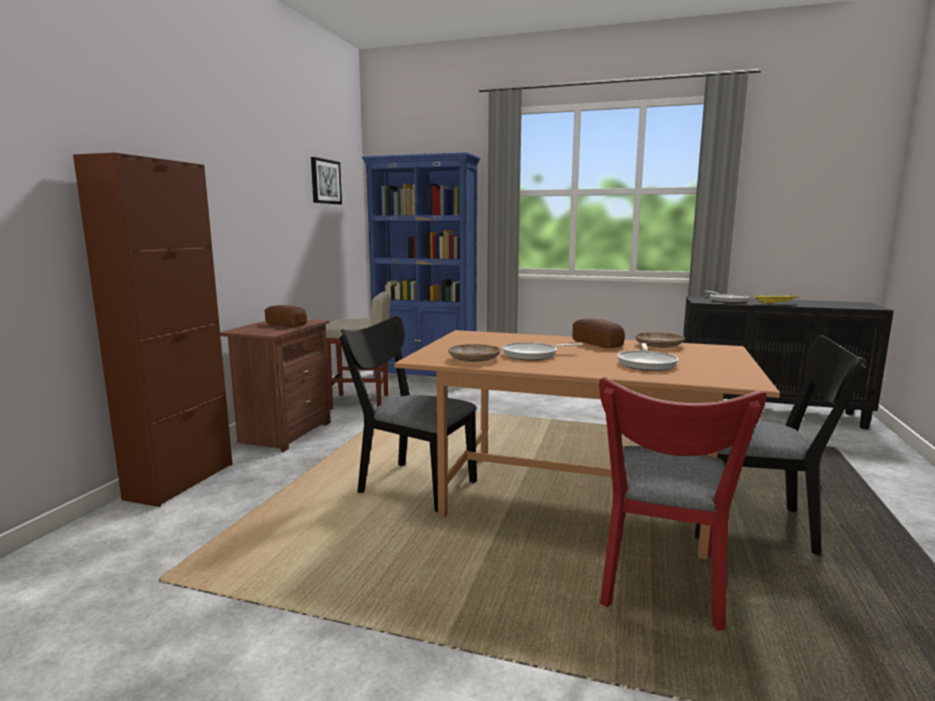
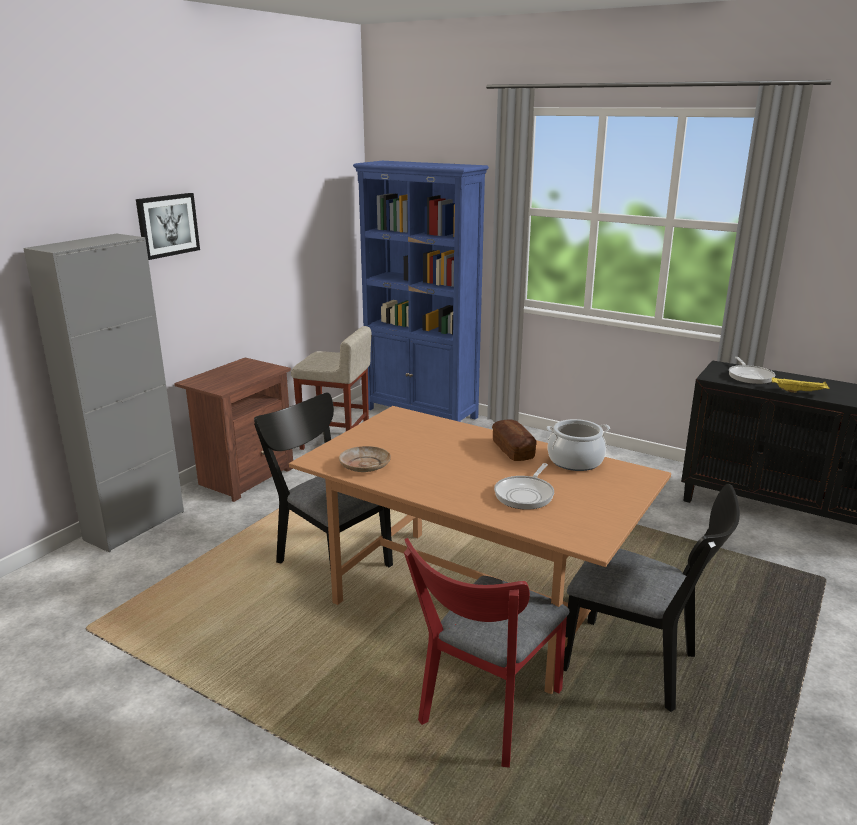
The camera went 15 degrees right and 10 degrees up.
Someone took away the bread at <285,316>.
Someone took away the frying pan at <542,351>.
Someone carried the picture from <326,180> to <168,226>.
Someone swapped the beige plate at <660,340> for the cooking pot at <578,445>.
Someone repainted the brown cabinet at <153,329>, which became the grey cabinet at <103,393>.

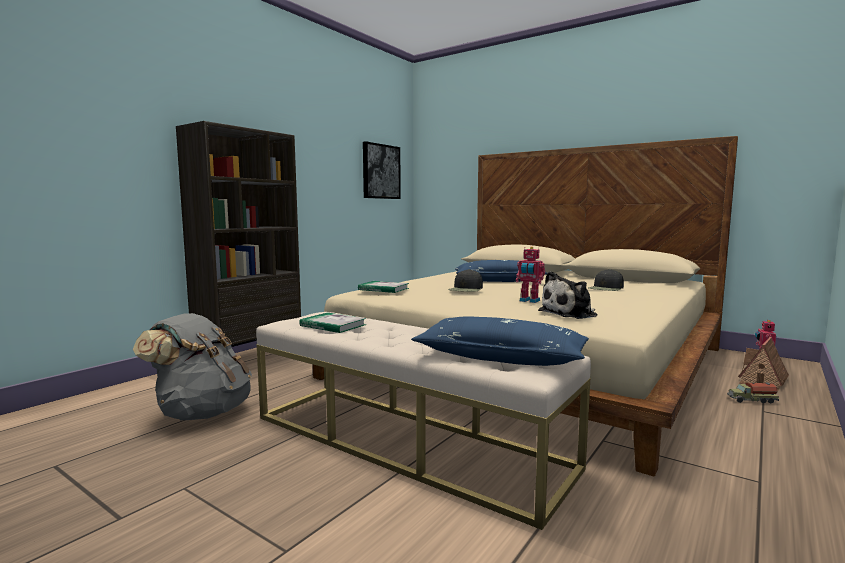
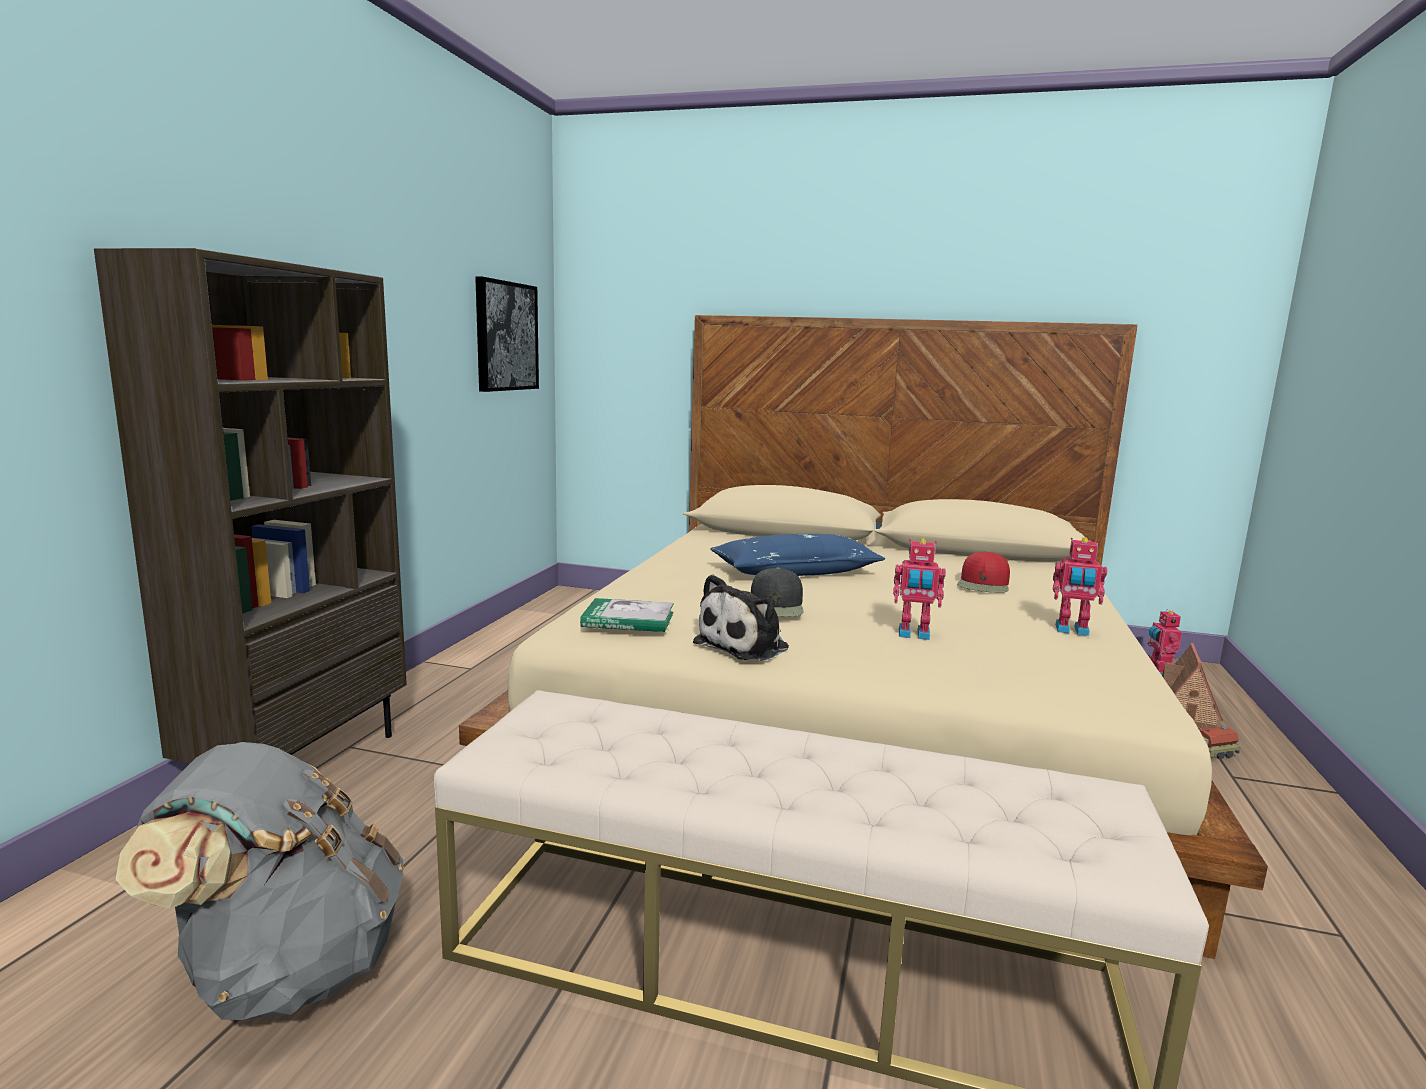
The camera went 20 degrees left and 5 degrees up.
Someone took away the book at <332,323>.
Someone took away the blue pillow at <500,341>.
Someone put down the toy robot at <1080,586>.
Someone carried the plush toy from <568,295> to <741,617>.
Someone repainted the black cap at <606,280>, which became the red cap at <983,572>.

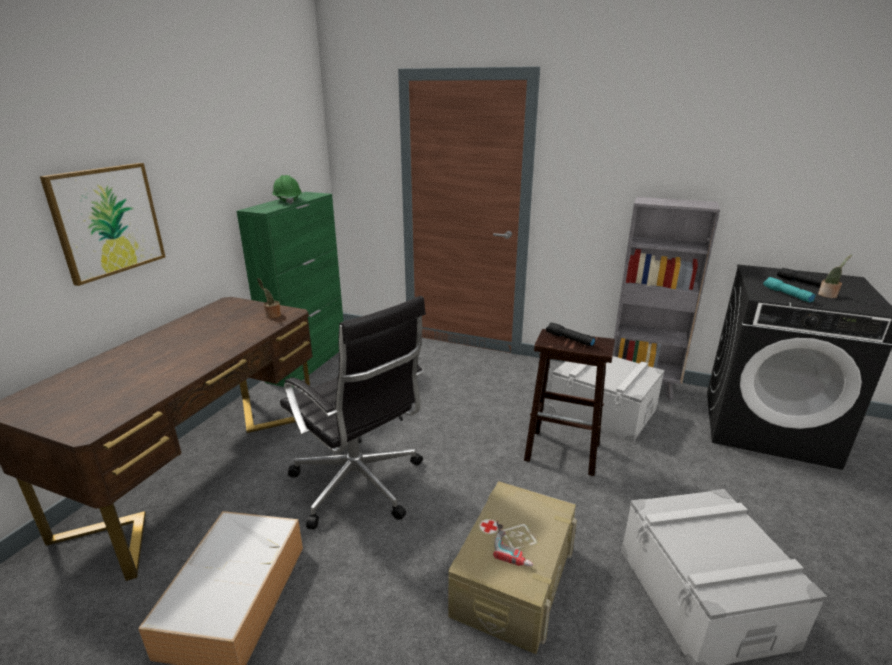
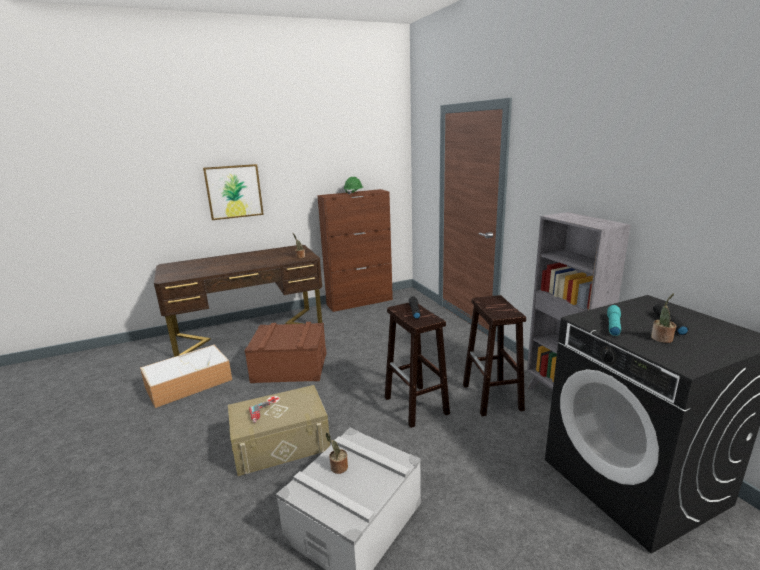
The camera went 45 degrees right and 5 degrees down.
Someone put down the potted plant at <337,453>.
Someone swapped the black office chair at <353,412> for the brown storage box at <285,352>.
Someone swapped the grey storage box at <607,399> for the brown stool at <494,355>.
Someone repainted the green cabinet at <290,290>, which became the brown cabinet at <355,250>.

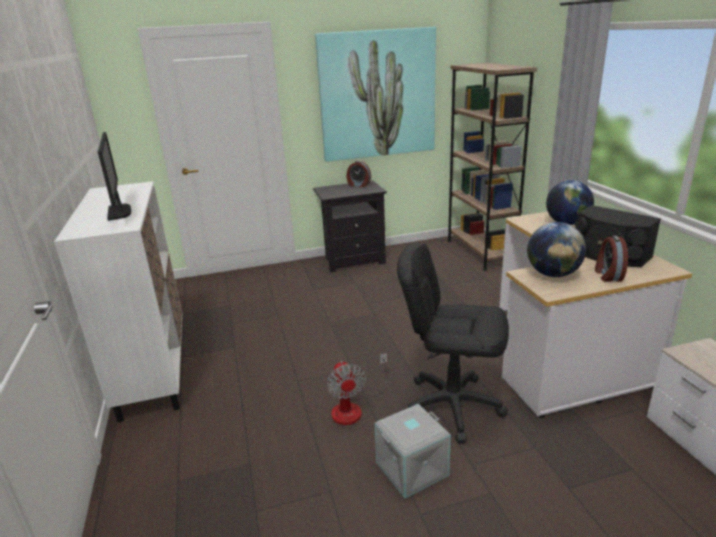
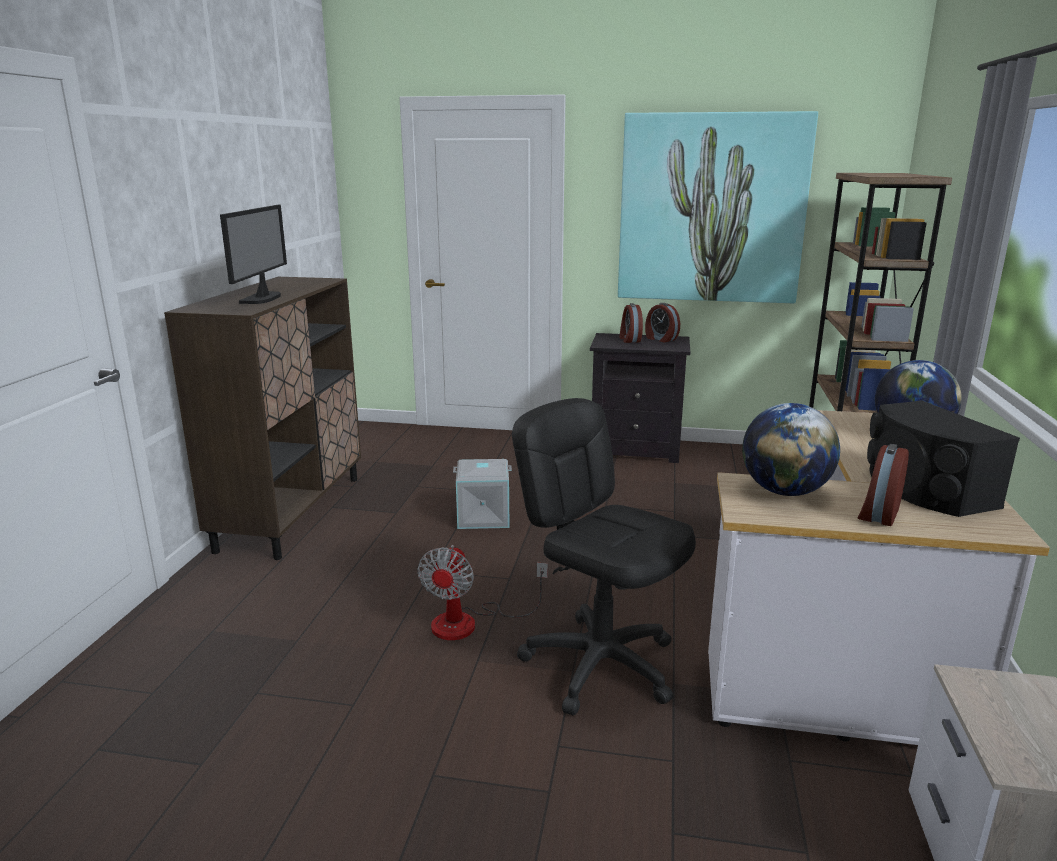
The camera went 25 degrees right and 5 degrees down.
Someone put down the alarm clock at <631,323>.
Someone carried the grey storage box from <413,451> to <482,494>.
Someone repainted the white cabinet at <118,301>, which became the brown cabinet at <262,418>.

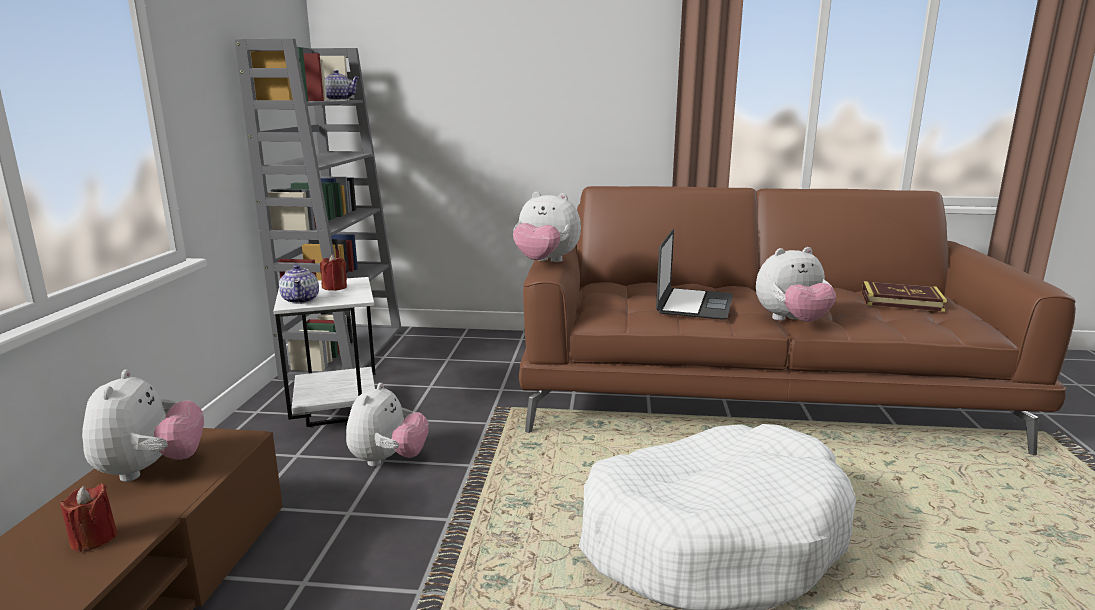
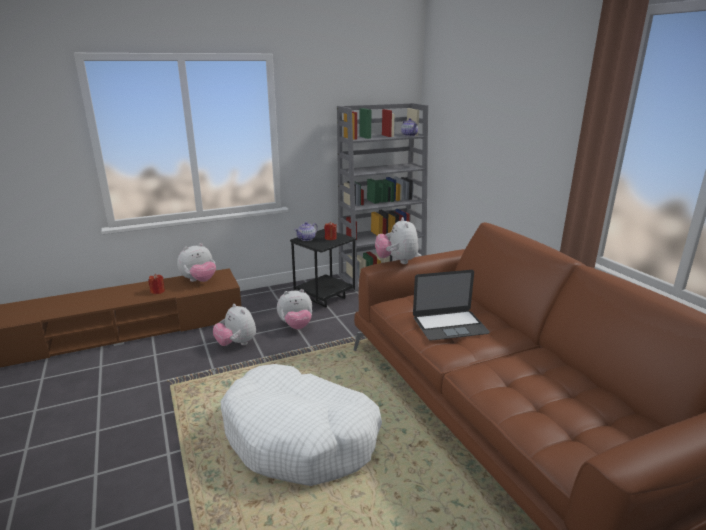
The camera went 60 degrees right and 5 degrees up.
Someone took away the book at <904,296>.
Someone carried the plush toy from <796,284> to <234,325>.
Someone repainted the white side table at <325,352>, which became the black side table at <323,268>.

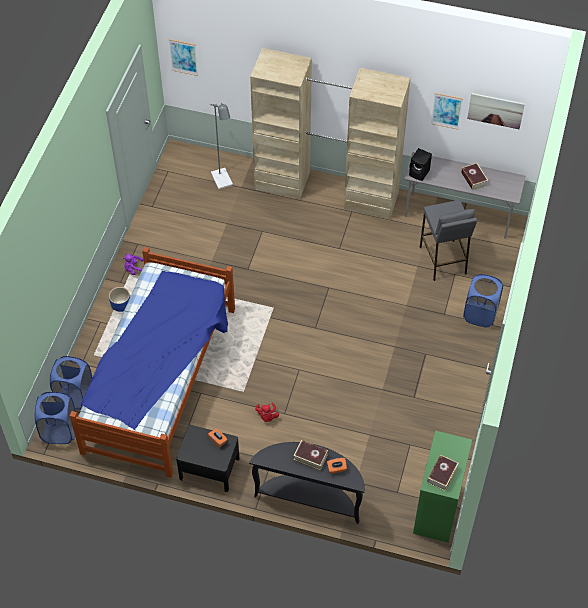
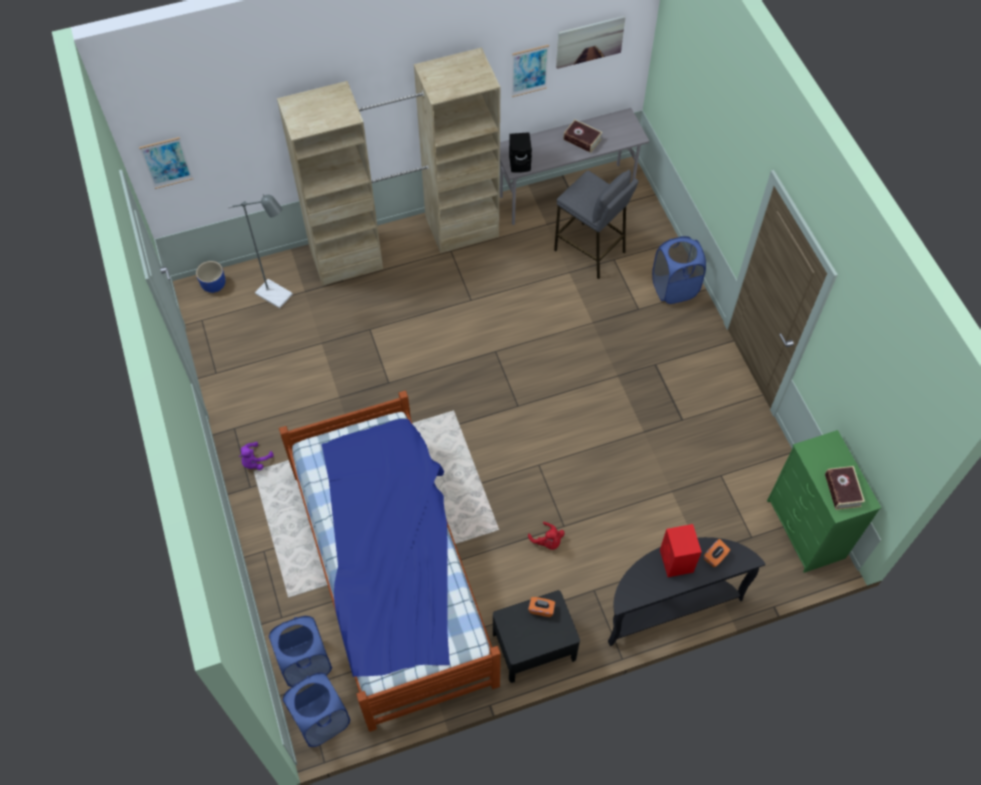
The camera went 35 degrees left and 5 degrees up.
Someone carried the blue planter from <119,299> to <211,277>.
Someone swapped the book at <311,455> for the red speaker at <681,550>.

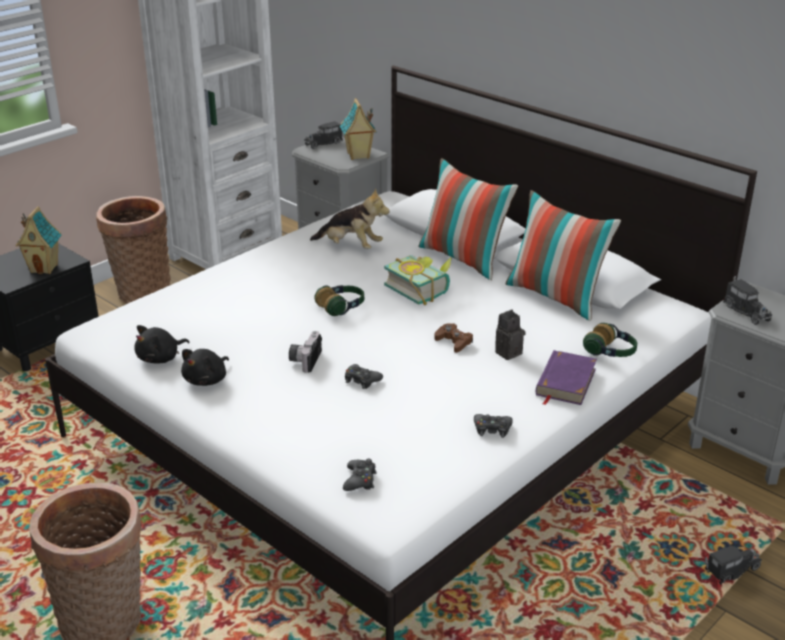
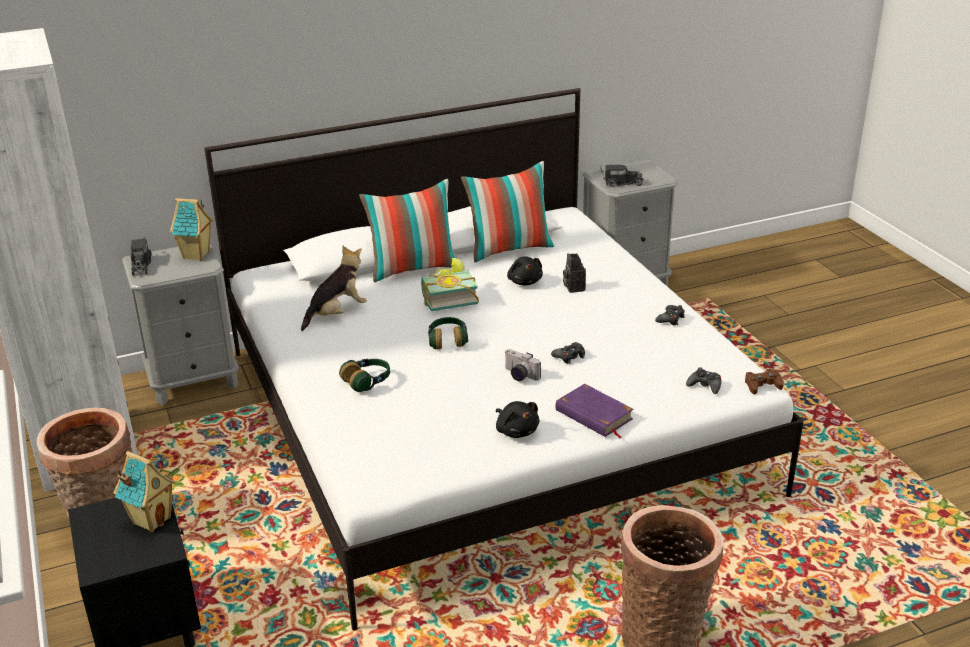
The camera went 65 degrees left and 0 degrees up.
Someone took away the toy truck at <733,565>.
Someone carried the black plush toy from <161,344> to <525,271>.
Someone carried the brown game controller from <453,338> to <764,381>.
Someone carried the purple book from <566,377> to <595,411>.
Someone carried the headphones from <610,340> to <364,375>.

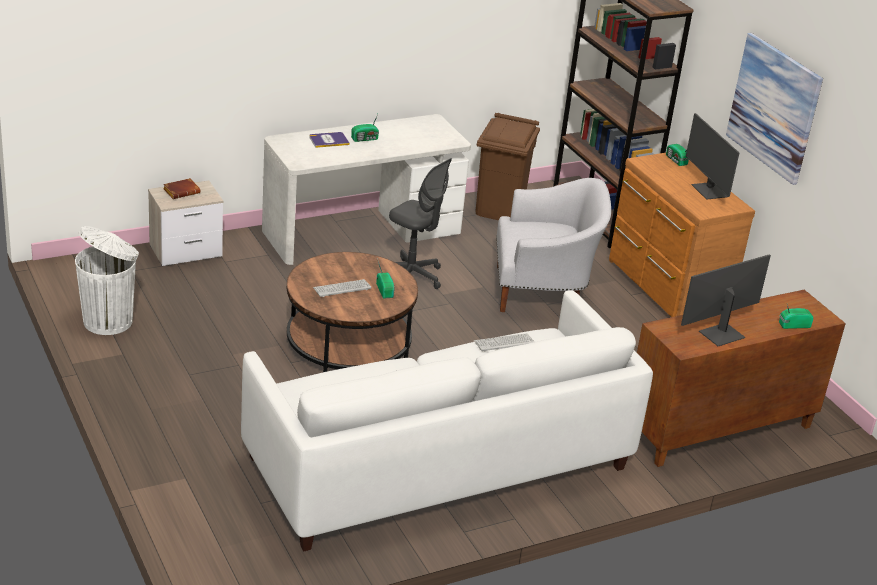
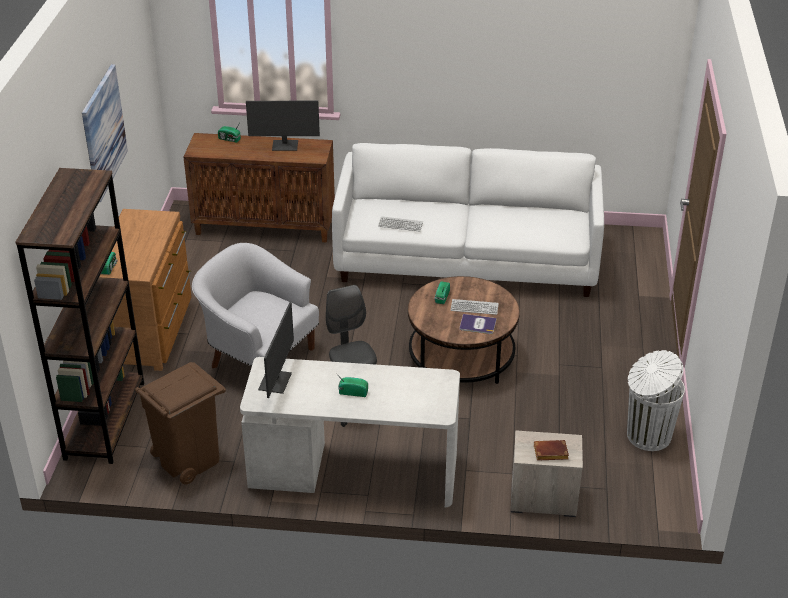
The camera went 145 degrees left and 5 degrees up.
Someone carried the book from <329,140> to <478,324>.
Someone carried the monitor from <712,156> to <276,350>.

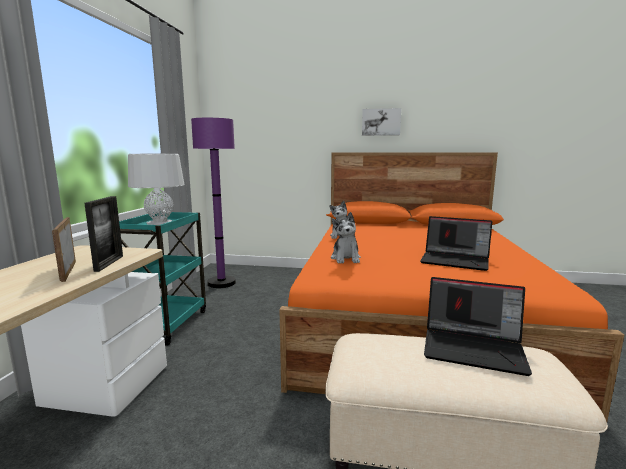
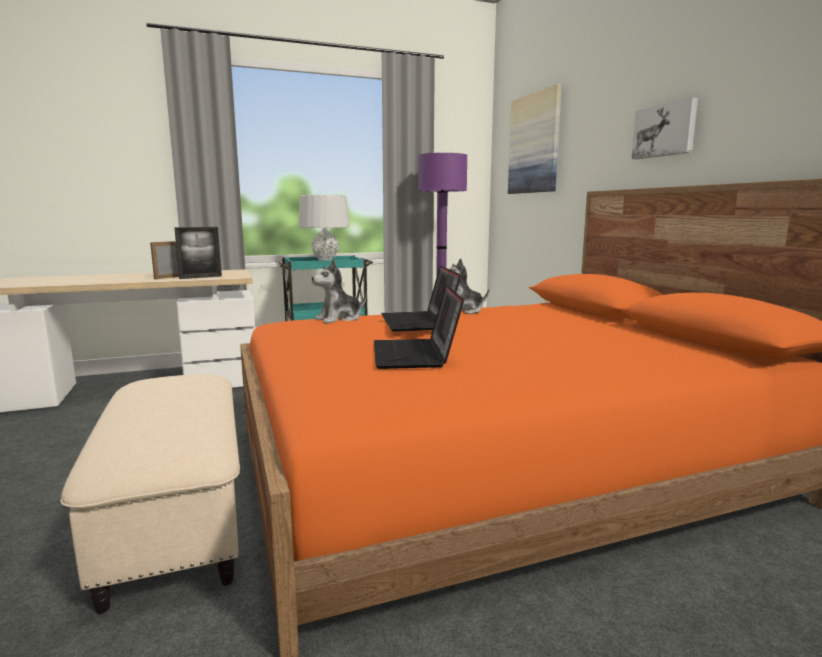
The camera went 60 degrees right and 0 degrees up.
Someone put up the picture at <535,139>.
Someone carried the laptop from <478,326> to <421,298>.

